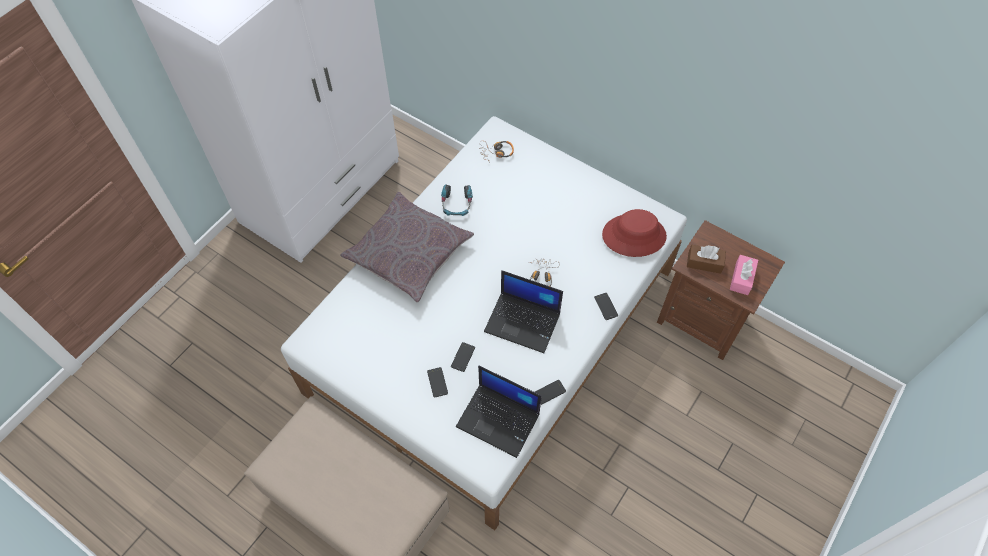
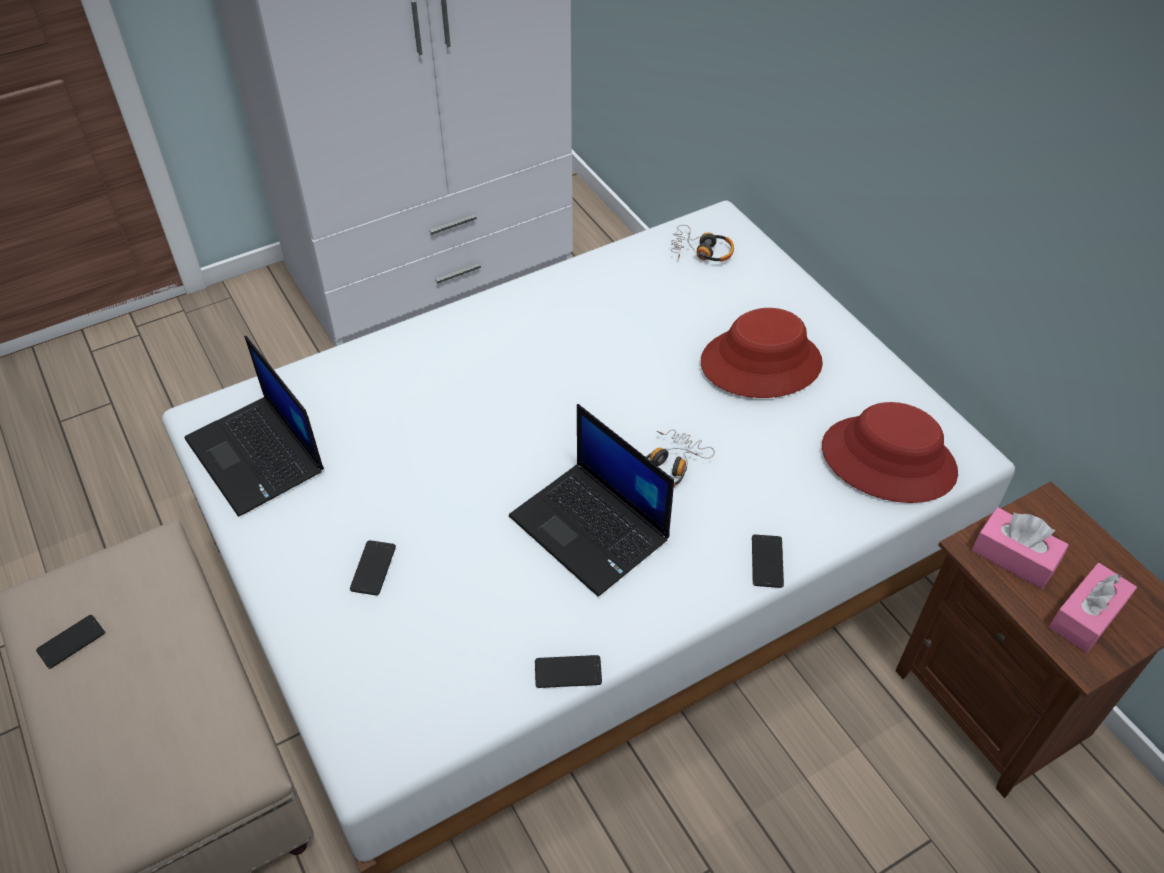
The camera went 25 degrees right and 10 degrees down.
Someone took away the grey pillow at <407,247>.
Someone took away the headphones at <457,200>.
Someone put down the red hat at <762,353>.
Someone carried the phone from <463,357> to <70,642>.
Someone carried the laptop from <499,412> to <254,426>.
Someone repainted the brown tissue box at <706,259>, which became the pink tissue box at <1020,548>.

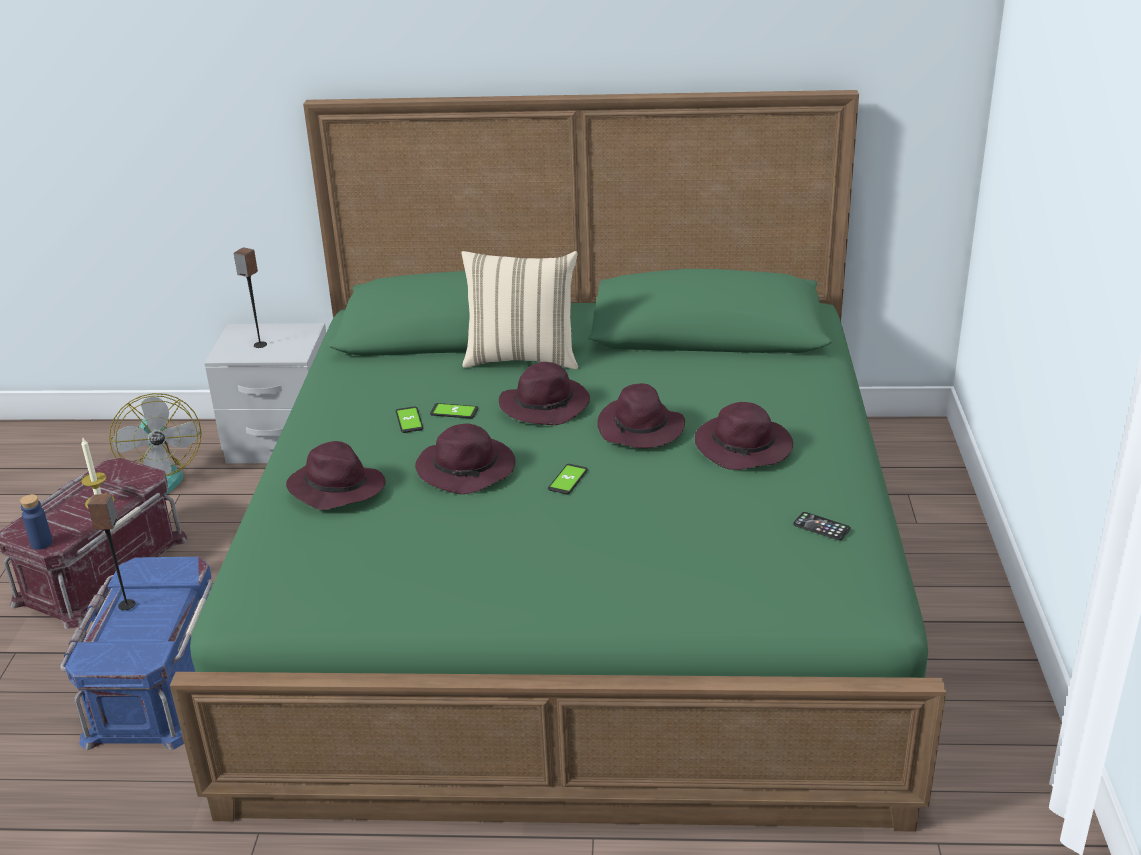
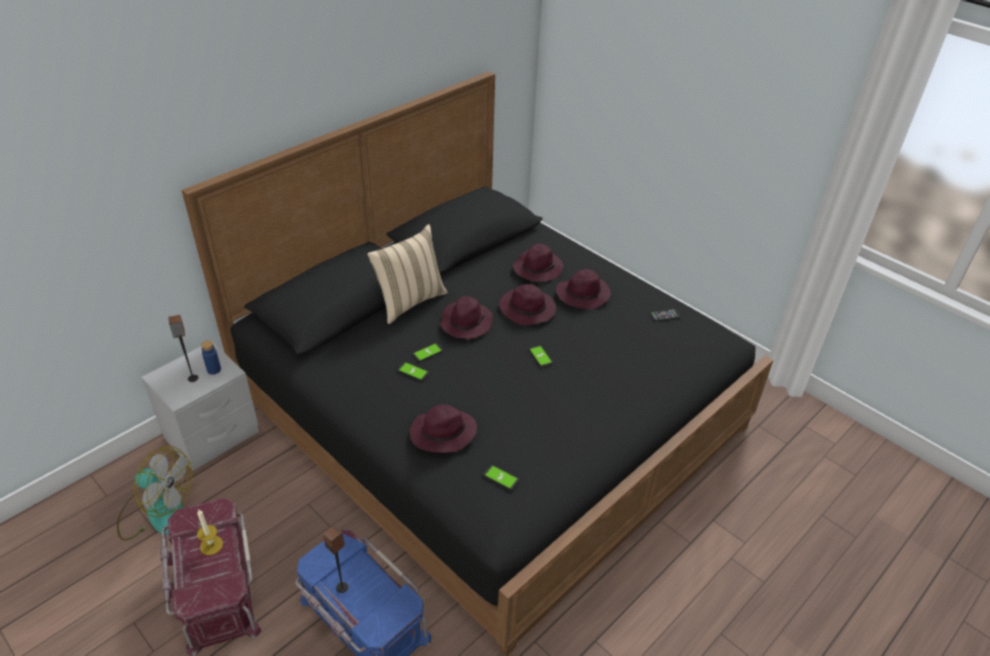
The camera went 50 degrees left and 10 degrees up.
Someone put down the phone at <501,477>.
Someone carried the blue bottle from <36,522> to <211,358>.
Someone carried the purple hat from <465,458> to <538,263>.
Someone repainted the green bed at <558,461>, which became the black bed at <477,363>.

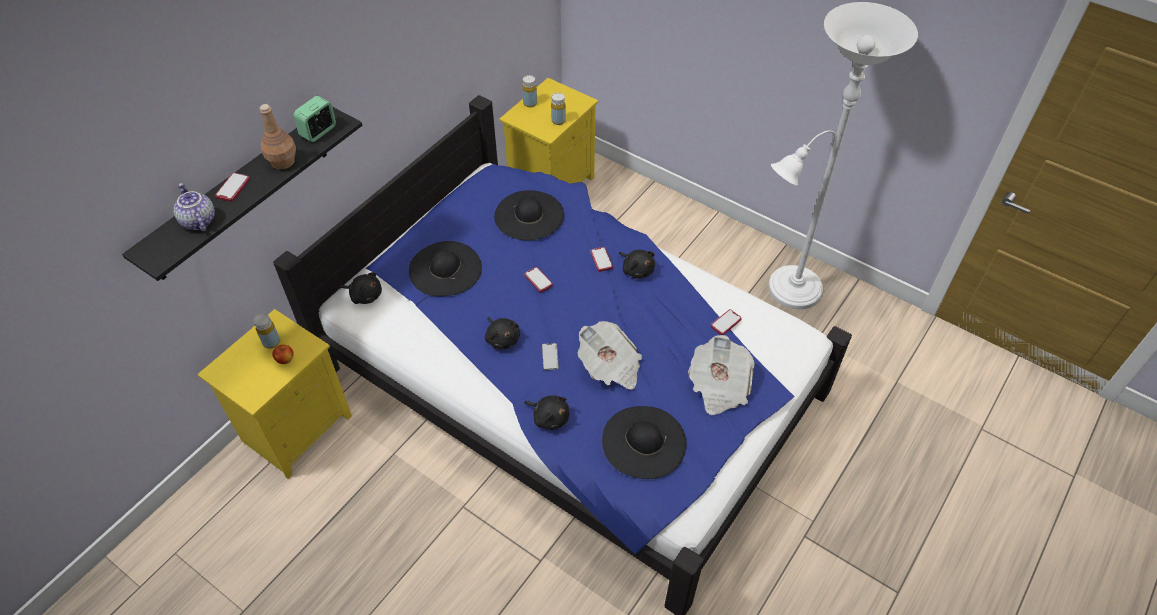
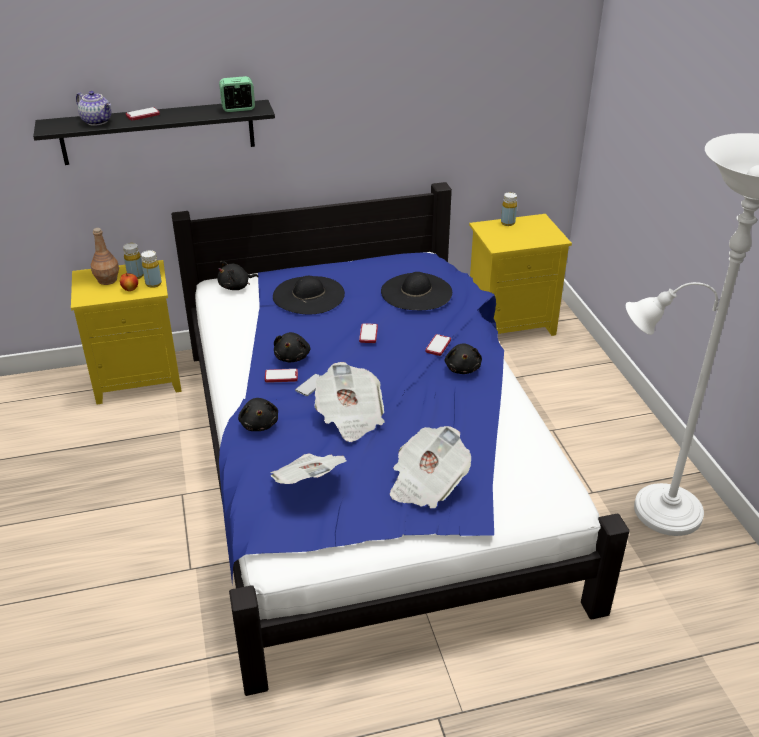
The camera went 40 degrees right and 15 degrees down.
Someone carried the brown bottle from <277,136> to <105,256>.
Someone carried the yellow bottle from <558,109> to <151,269>.
Someone carried the phone from <726,322> to <281,376>.
Someone swapped the black hat at <644,442> for the newspaper at <308,469>.
Someone rotated the teapot at <194,207> by 120 degrees clockwise.
Someone rotated the black plush toy at <361,288> by 90 degrees clockwise.

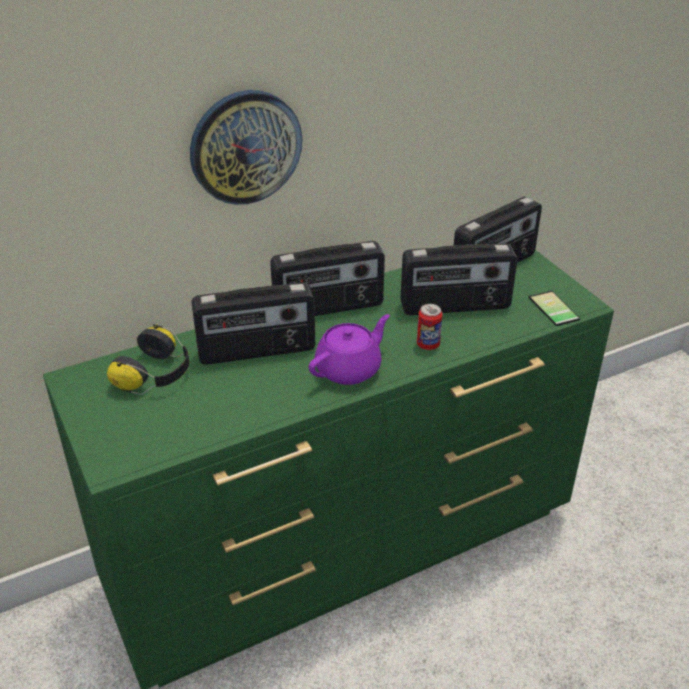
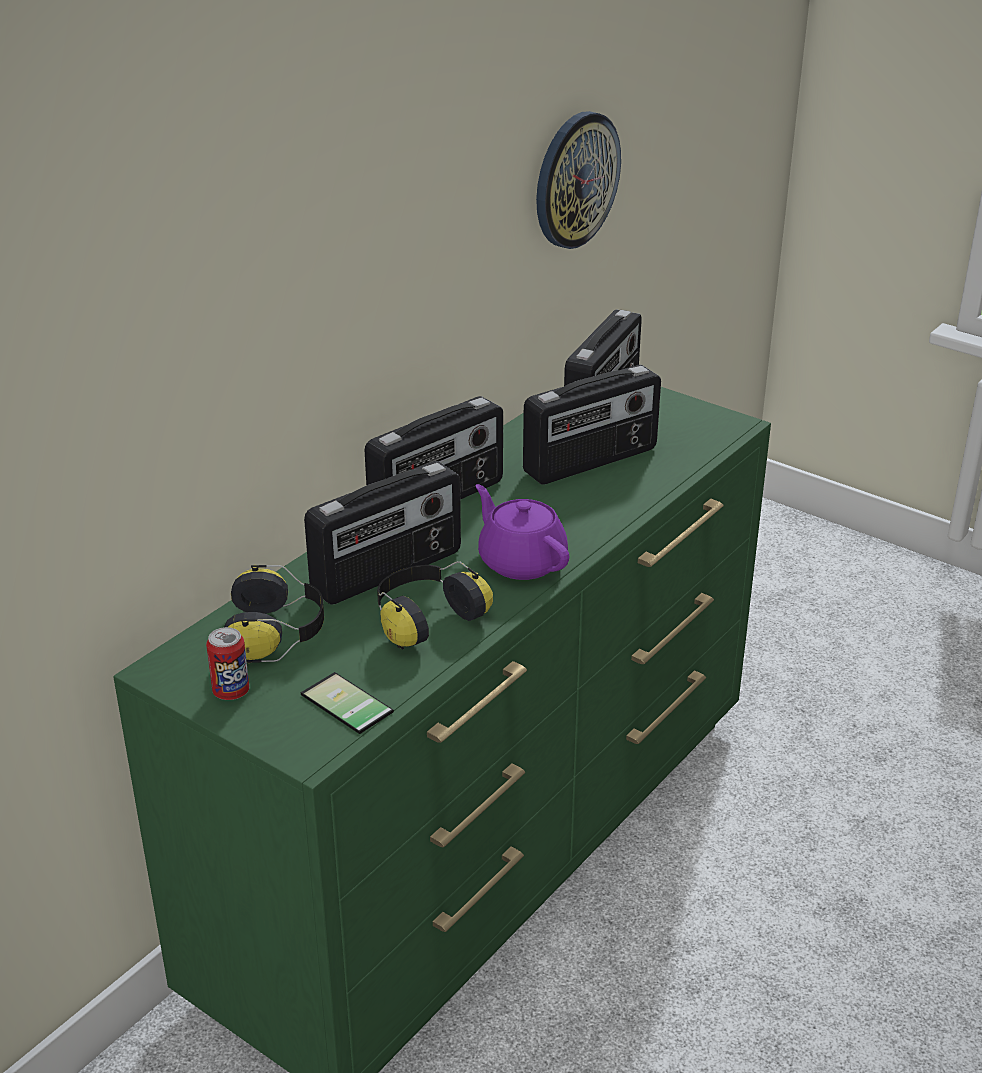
The camera went 25 degrees left and 5 degrees down.
Someone put down the headphones at <435,605>.
Someone carried the wall clock from <246,147> to <578,180>.
Someone carried the can from <430,327> to <227,663>.
Someone carried the phone from <554,308> to <347,703>.
Someone rotated the purple teapot at <349,349> by 60 degrees counterclockwise.

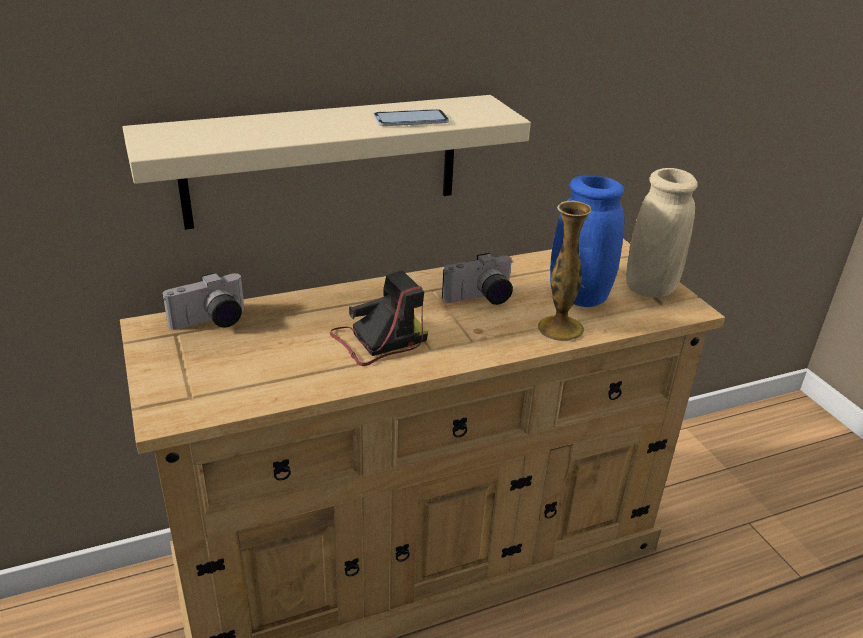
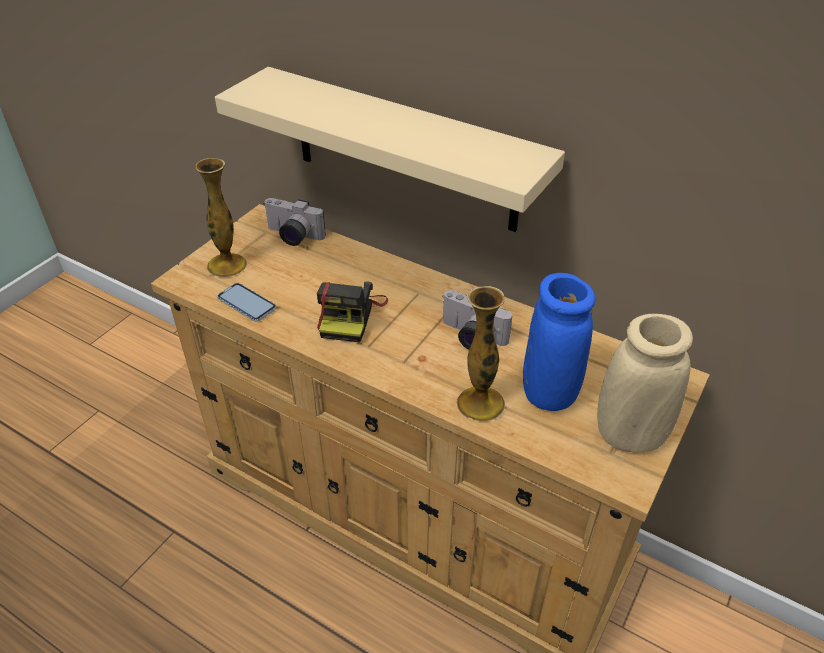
The camera went 55 degrees right and 10 degrees up.
Someone put down the vase at <221,217>.
Someone carried the phone from <411,117> to <247,302>.
Someone rotated the photo camera at <379,318> by 75 degrees clockwise.

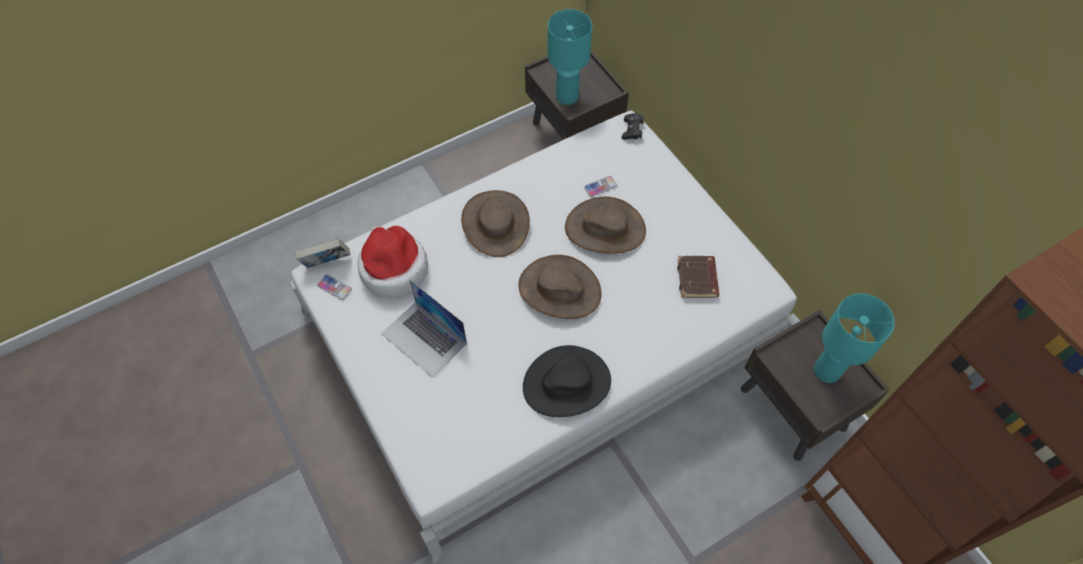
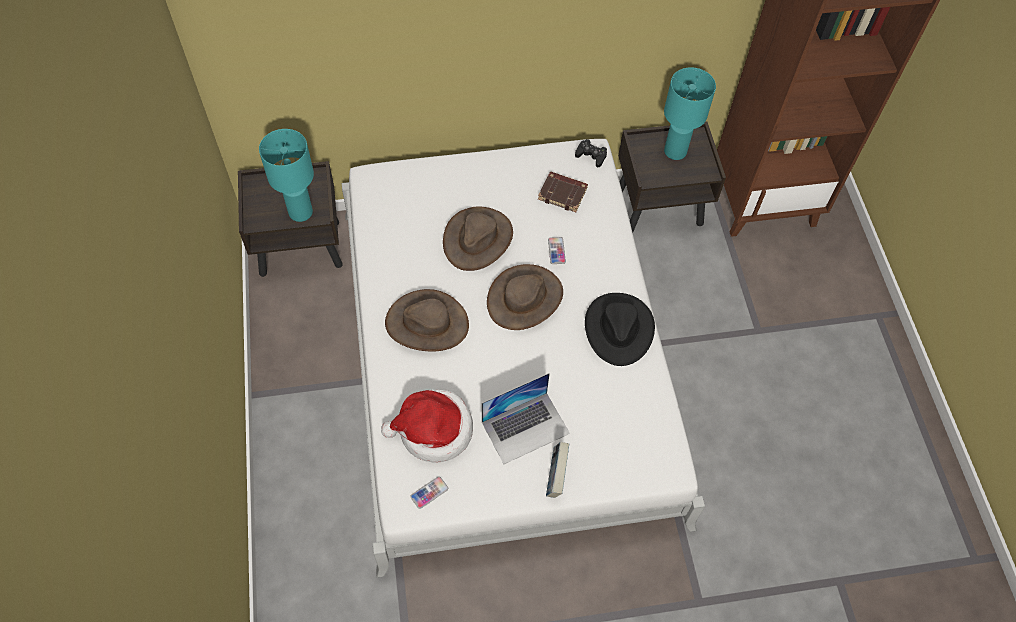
The camera went 70 degrees left and 0 degrees up.
Someone carried the book from <323,253> to <557,470>.
Someone carried the phone from <600,186> to <557,250>.
Someone carried the black game controller from <633,126> to <591,153>.

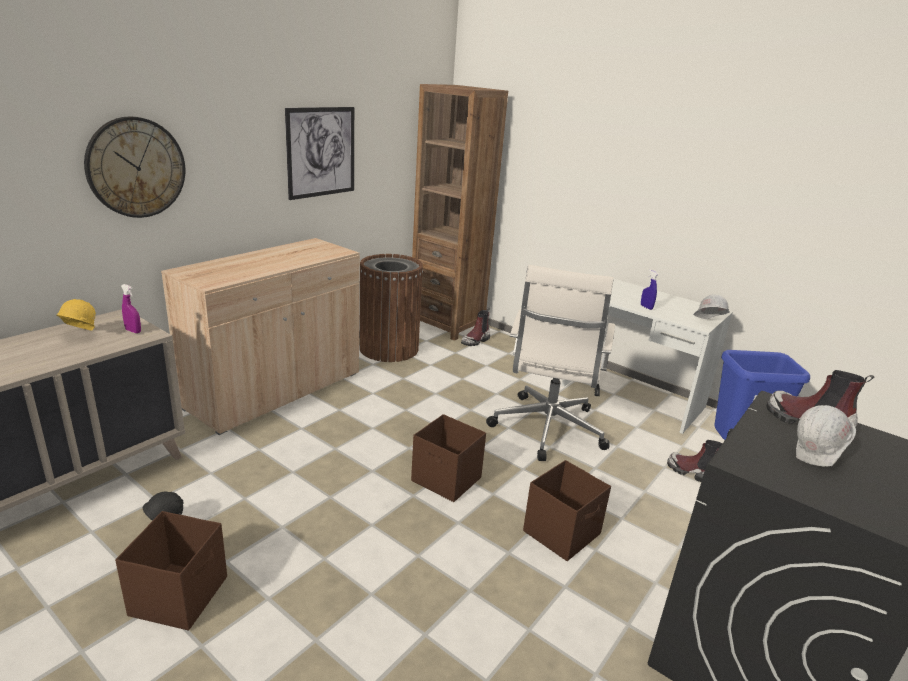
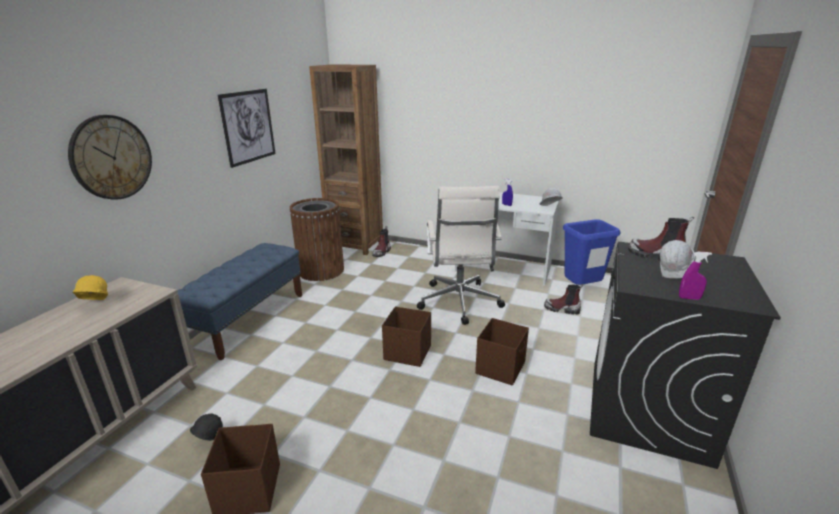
The camera went 15 degrees left and 0 degrees up.
Someone carried the purple spray bottle from <131,308> to <695,276>.
Someone swapped the beige cabinet at <260,336> for the blue bench at <239,301>.

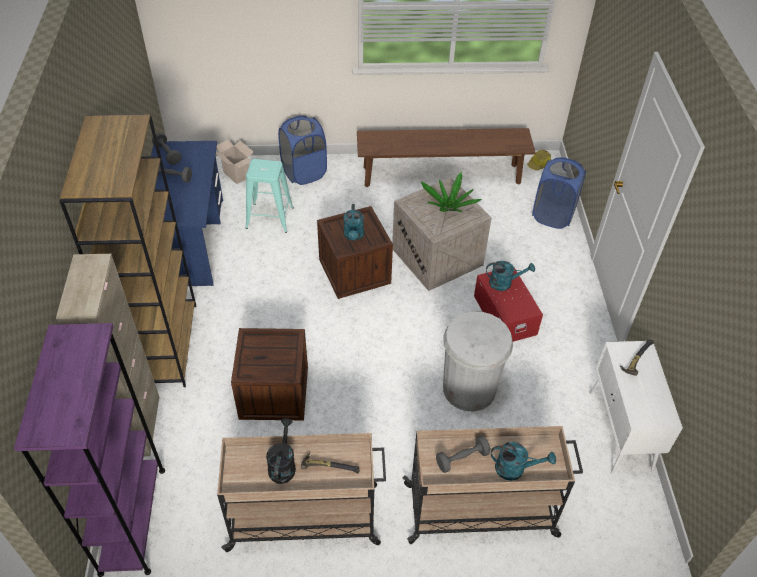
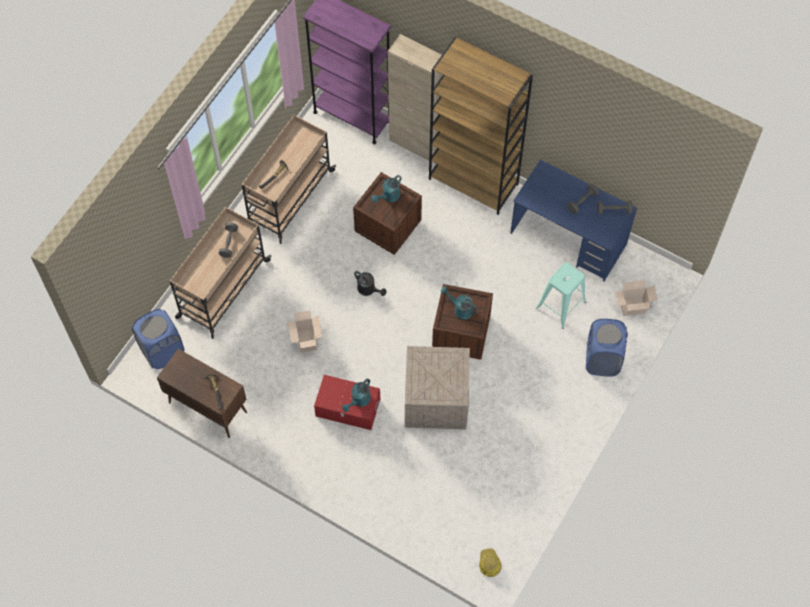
The camera went 125 degrees right and 15 degrees up.
Someone took away the brown bench at <446,157>.
Someone took away the potted plant at <451,192>.
Someone carried the black watering can from <281,451> to <370,283>.
Someone carried the turquoise watering can from <523,461> to <387,189>.
Someone carried the blue laundry basket from <559,193> to <158,339>.
Someone swapped the white trash can at <478,361> for the cardboard box at <305,331>.
Someone repainted the white cabinet at <636,407>, which became the brown cabinet at <202,393>.

